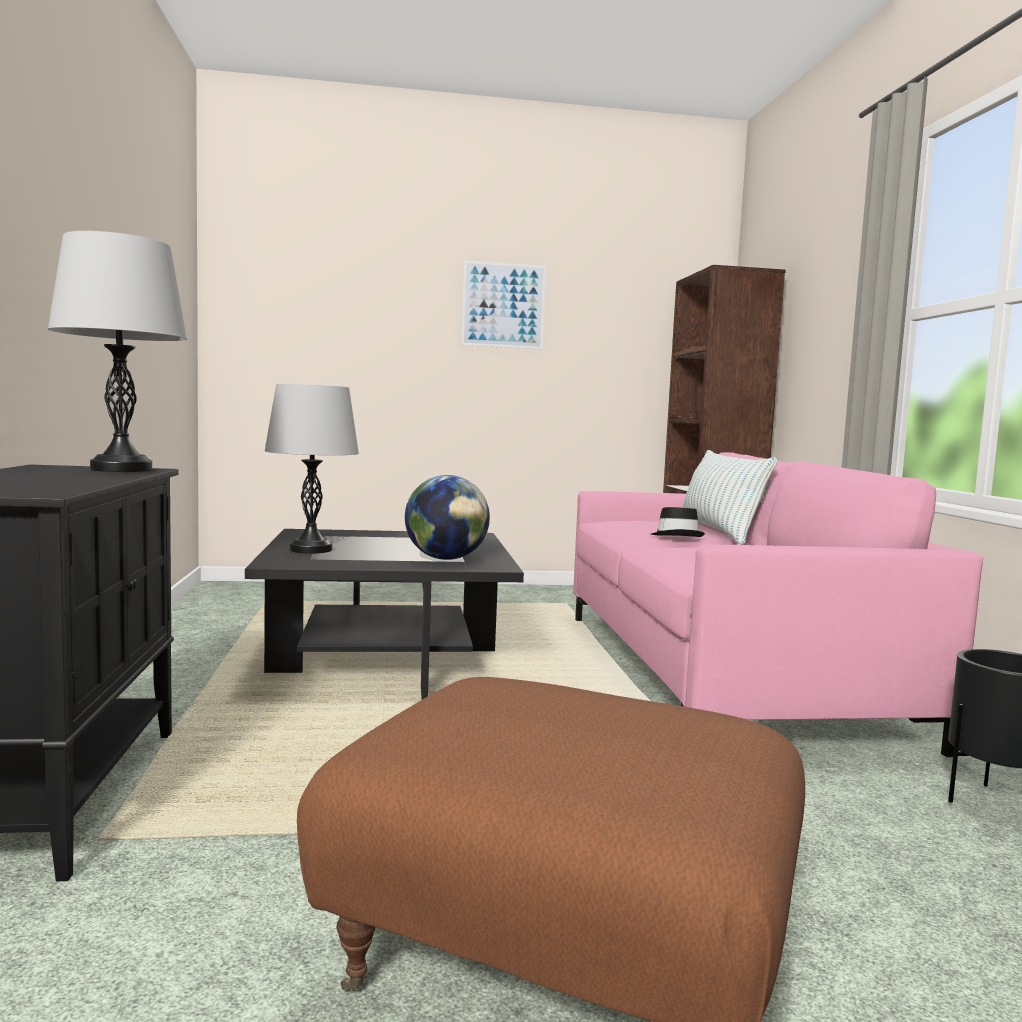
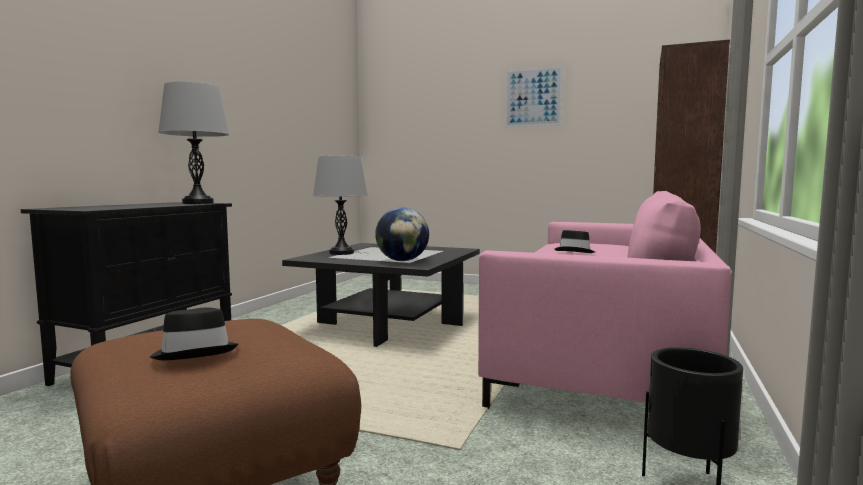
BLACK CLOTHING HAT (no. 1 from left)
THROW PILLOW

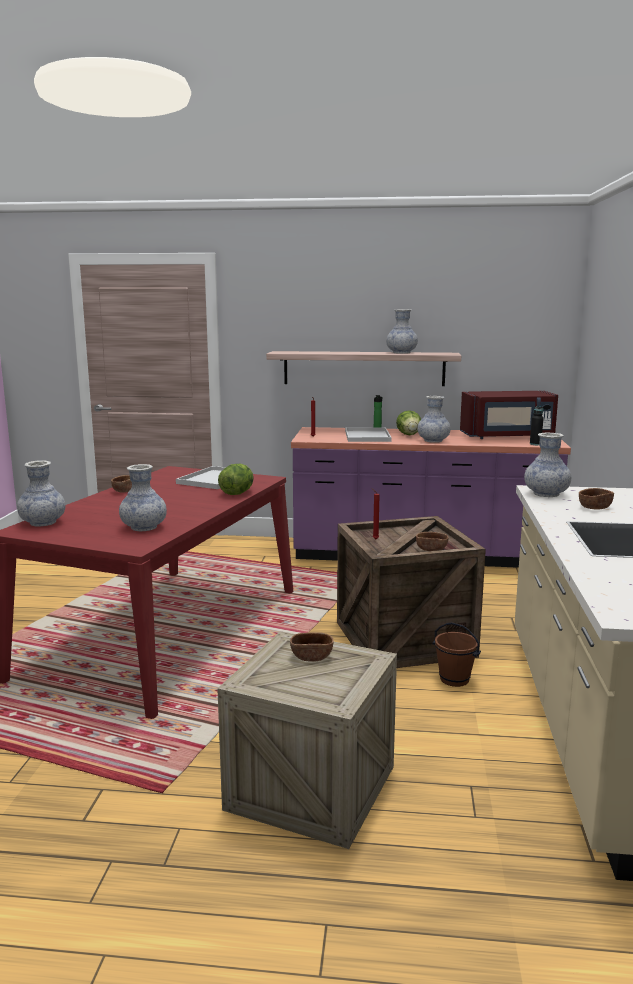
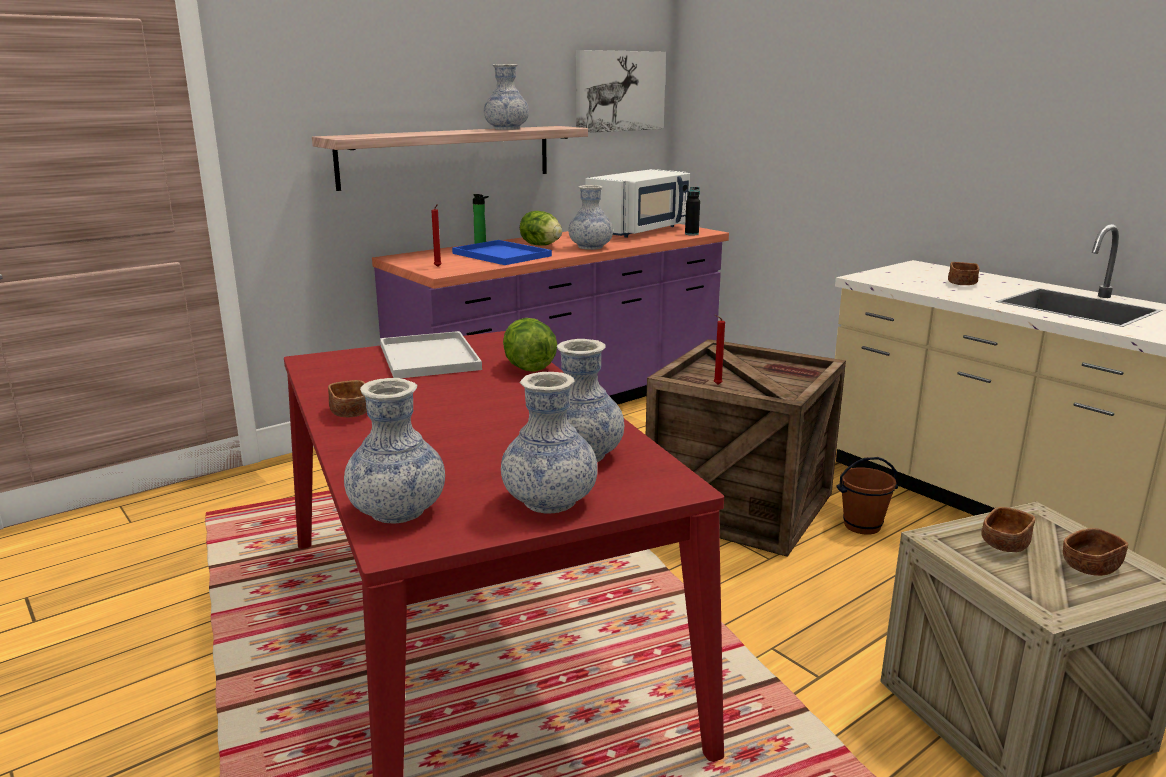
BLUE-COLOURED TRAY
FLOWER VASE (no. 3 from left)
WALL PICTURE
WHITE MICROWAVE
BROWNISH DEEP DISH (no. 4 from left)

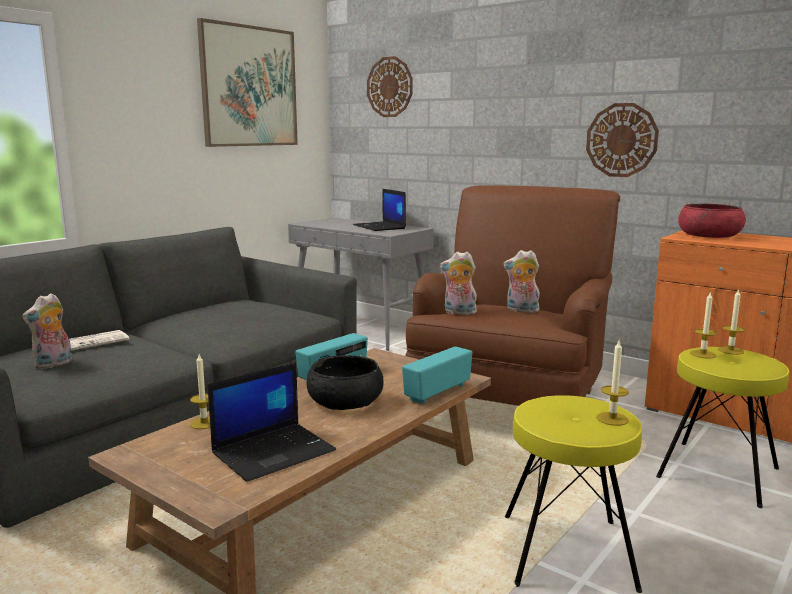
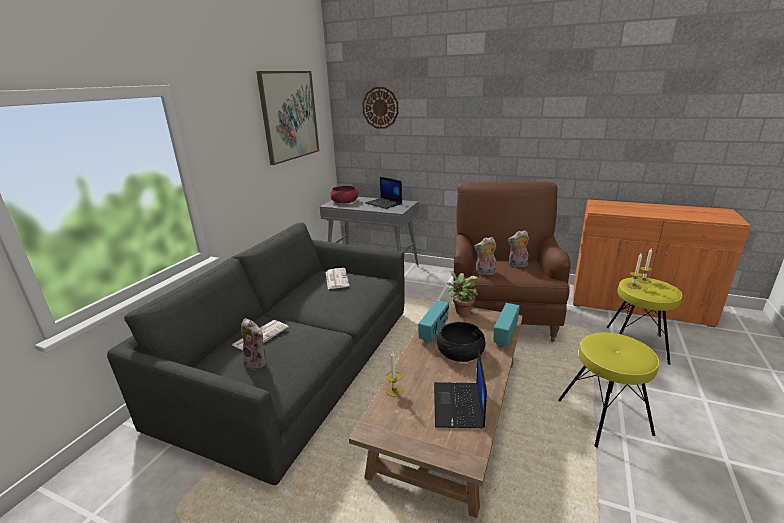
SOFT TOY (no. 1 from left)
NEWSPAPER (no. 2 from left)
REDDISH DEEP DISH
LAPTOP (no. 2 from left)
HOUSEPLANT
WALL CLOCK (no. 2 from left in the first image)
WAX CANDLE (no. 2 from left in the first image)

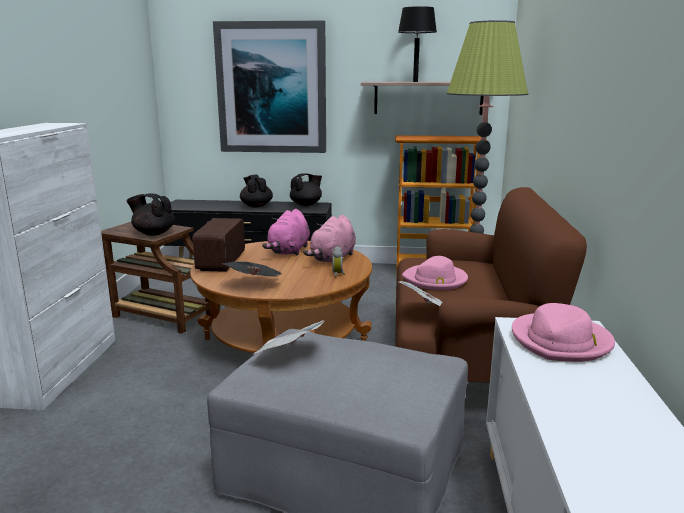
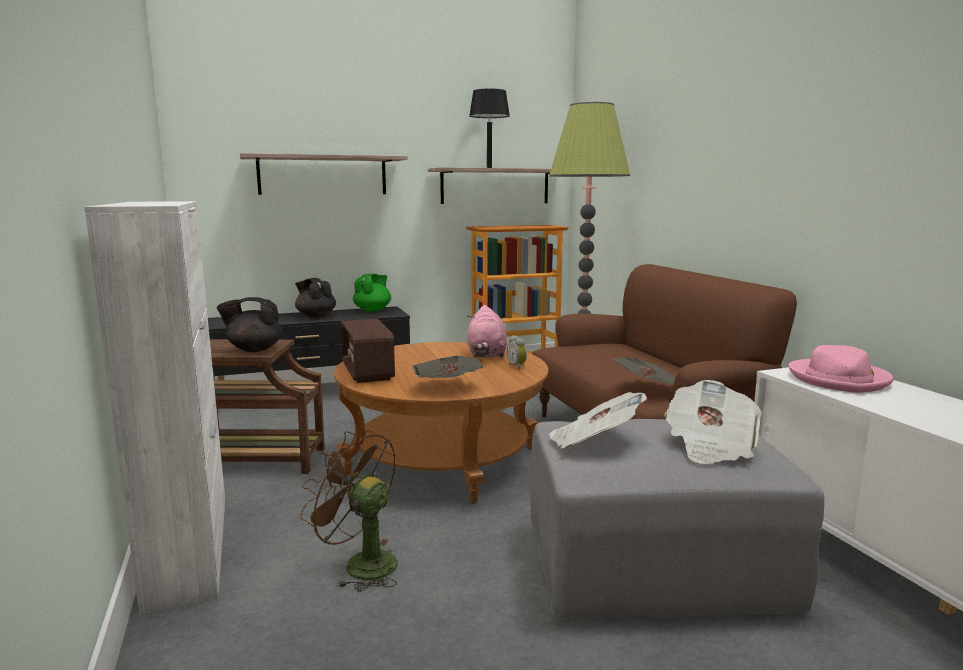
WALL SHELF (no. 1 from left)
BROWNISH COOLING FAN
GREENISH TEA POT
NEWSPAPER (no. 4 from left)
PINKISH SOFT TOY (no. 1 from left in the first image)
PINKISH CLOTHING HAT (no. 1 from left in the first image)

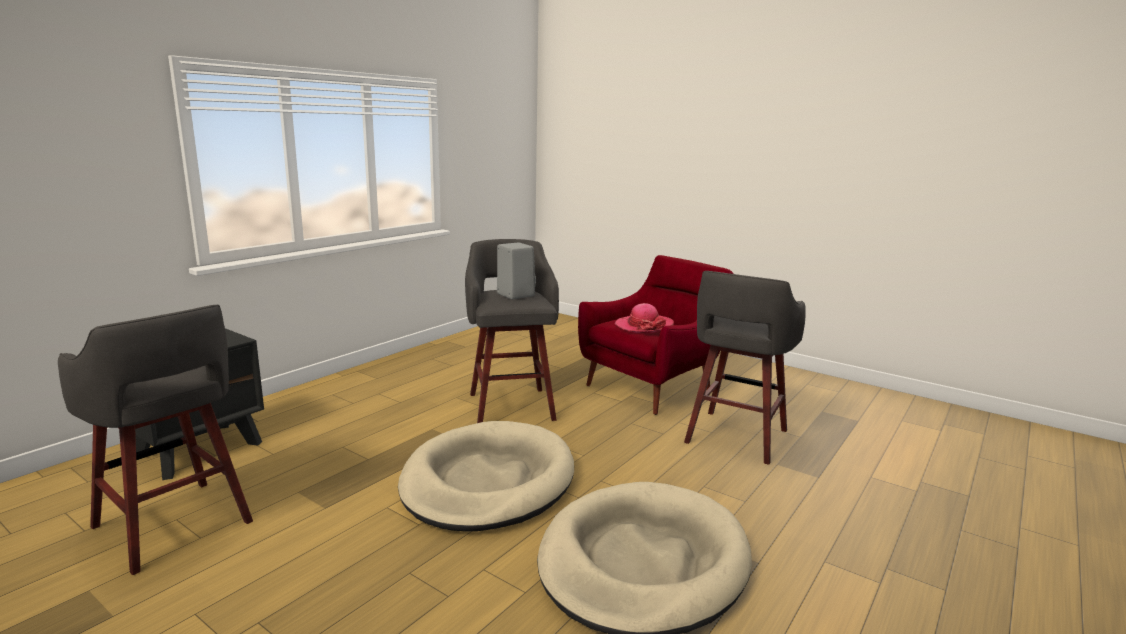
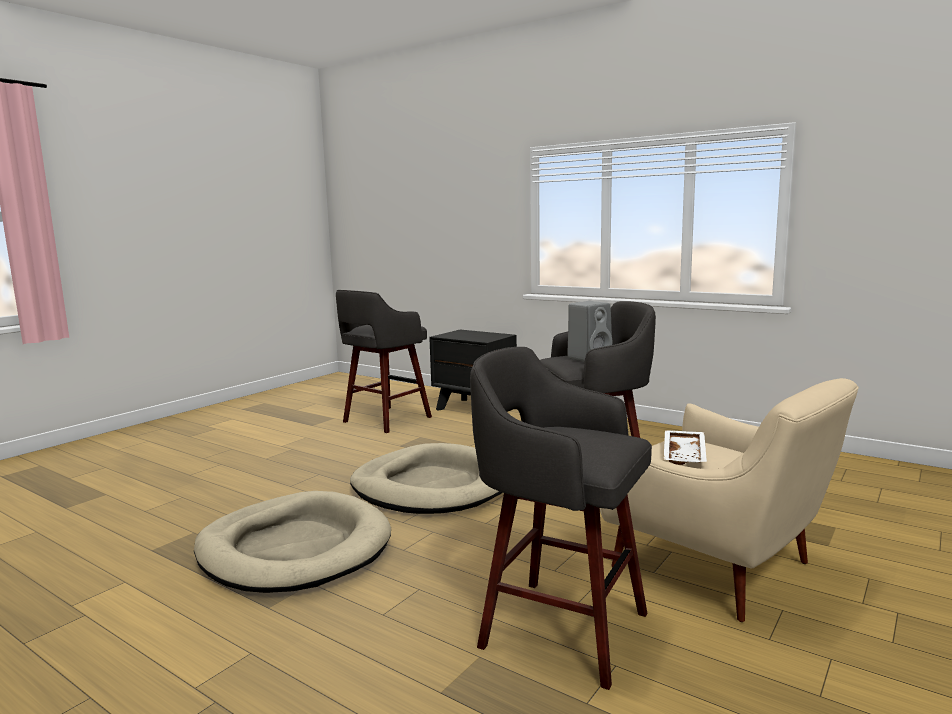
BEIGE LOUNGE CHAIR
WHITE TRAY

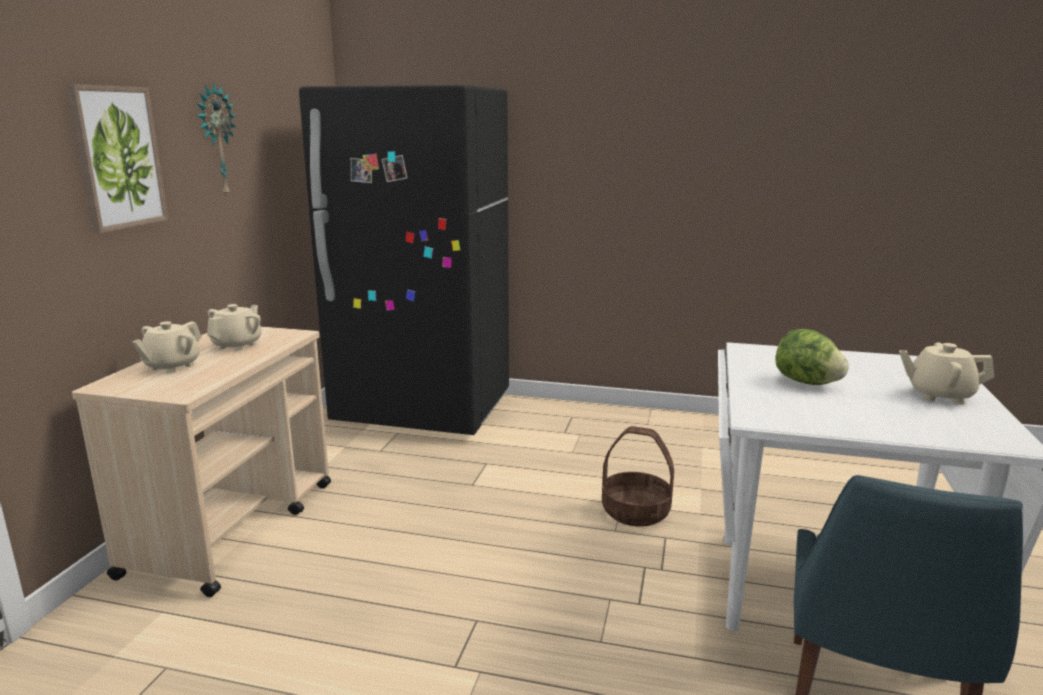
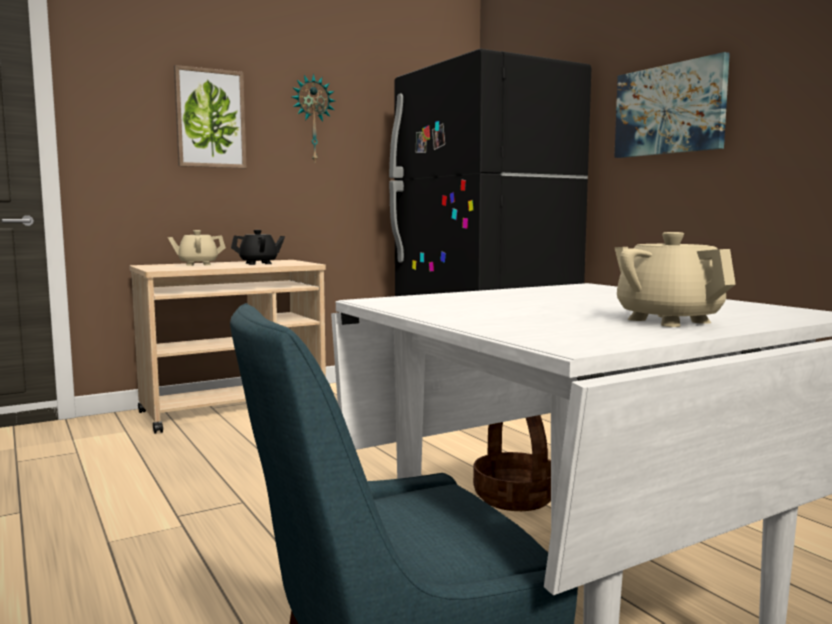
BLACK TEA POT
WALL PICTURE (no. 2 from left)
LETTUCE

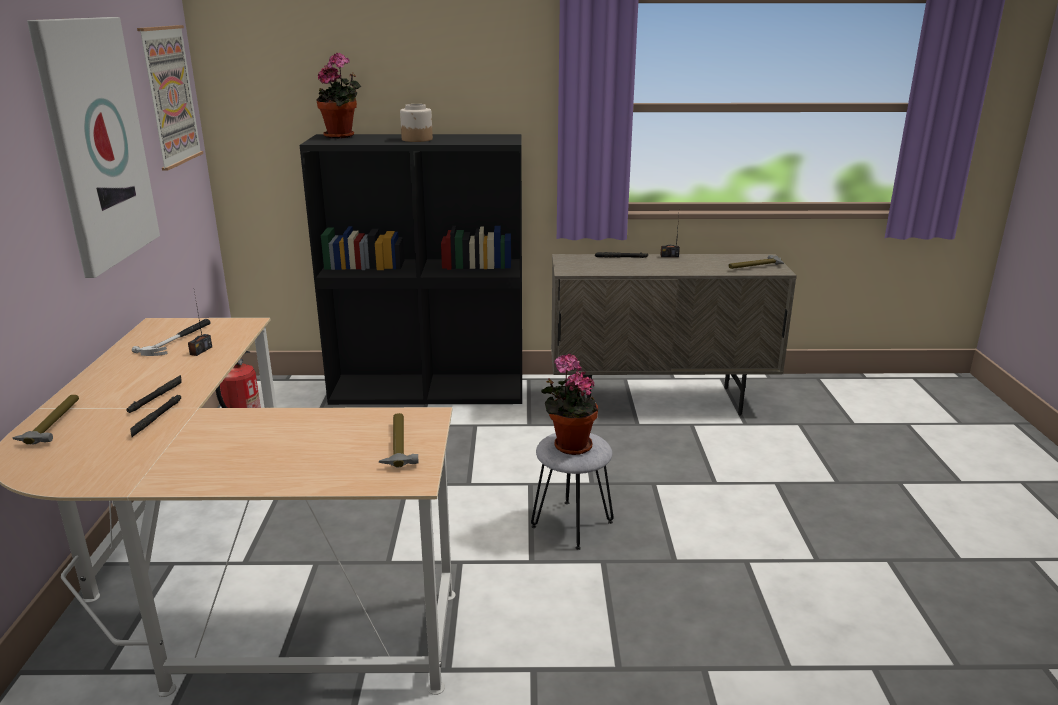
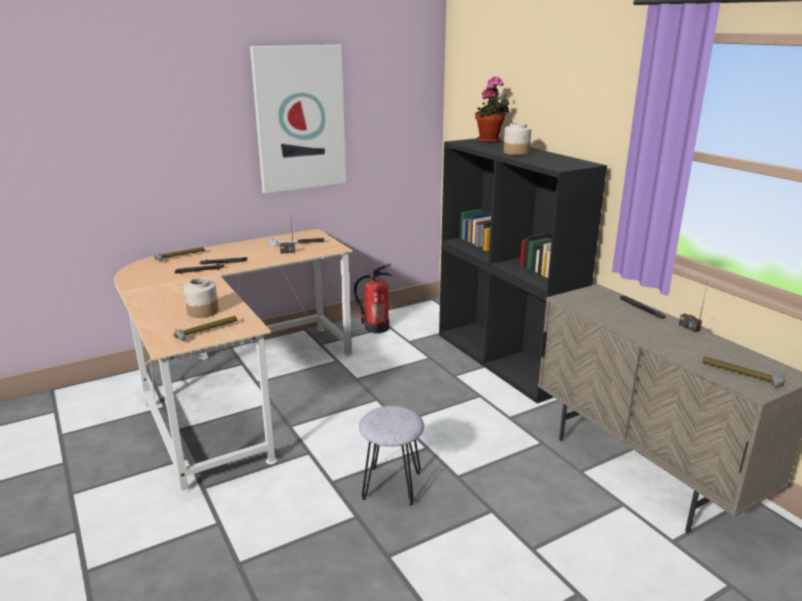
JAR (no. 1 from left)
WALL PICTURE (no. 2 from left in the first image)
HOUSEPLANT (no. 2 from left in the first image)

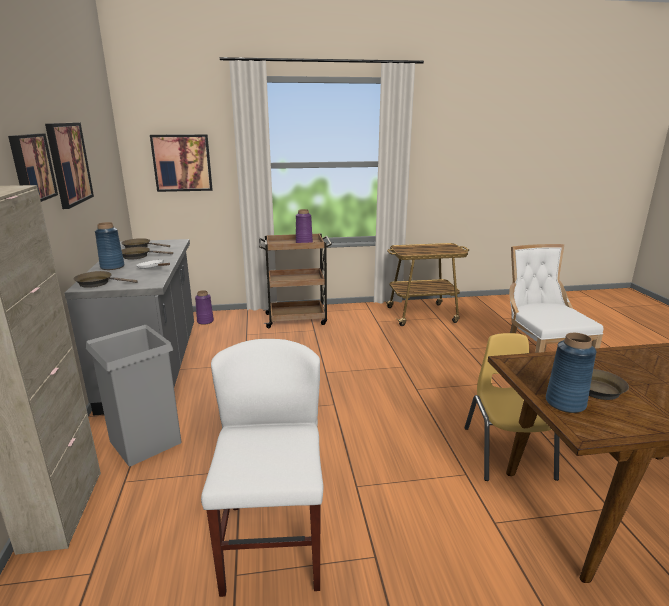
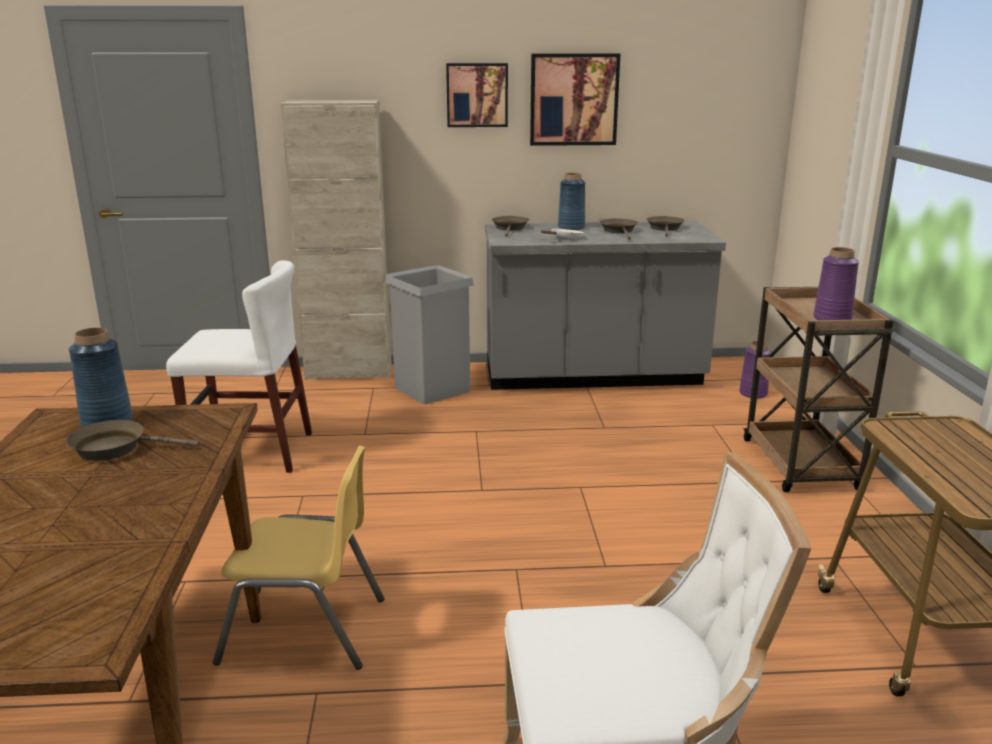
WALL PICTURE (no. 3 from left in the first image)

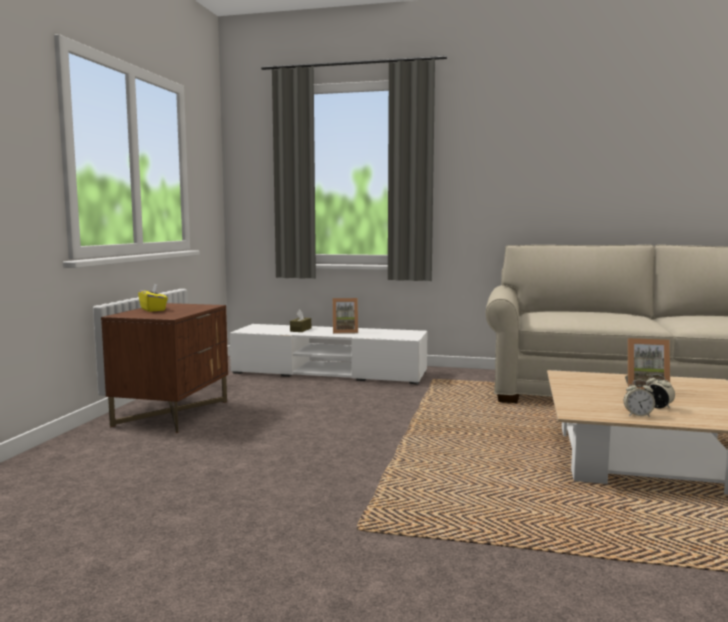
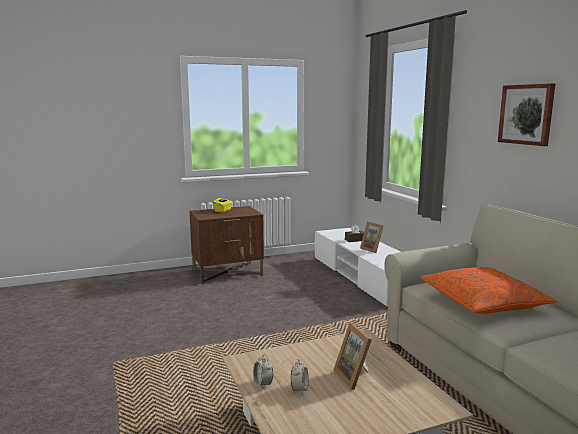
ORANGE THROW PILLOW
WALL PICTURE

